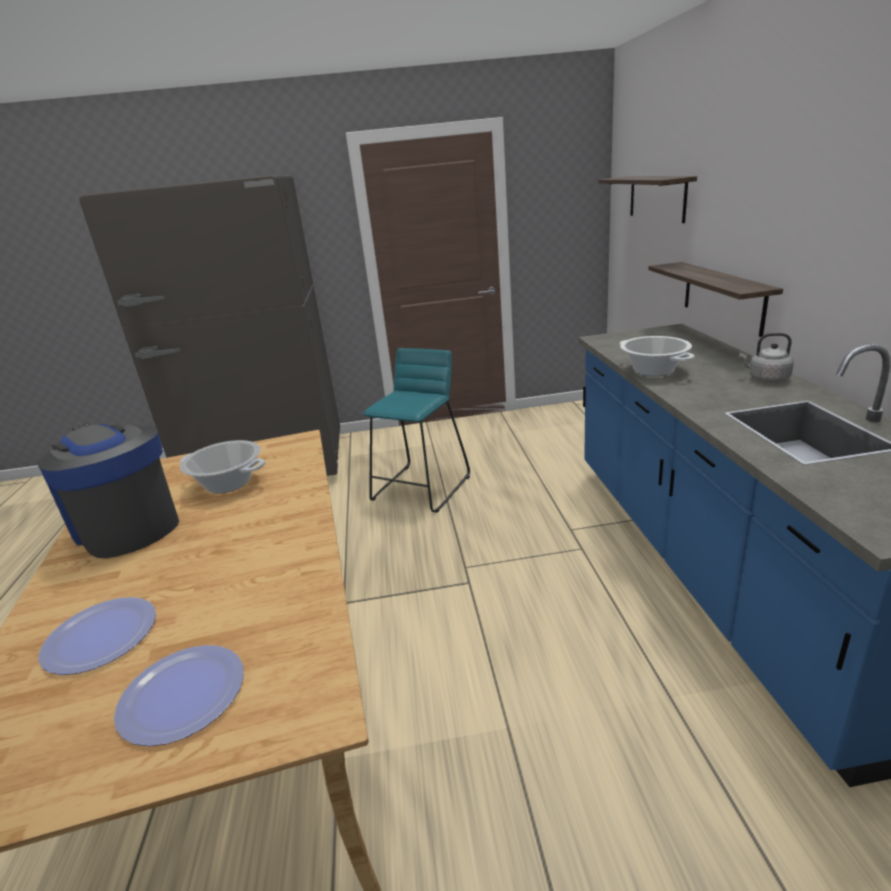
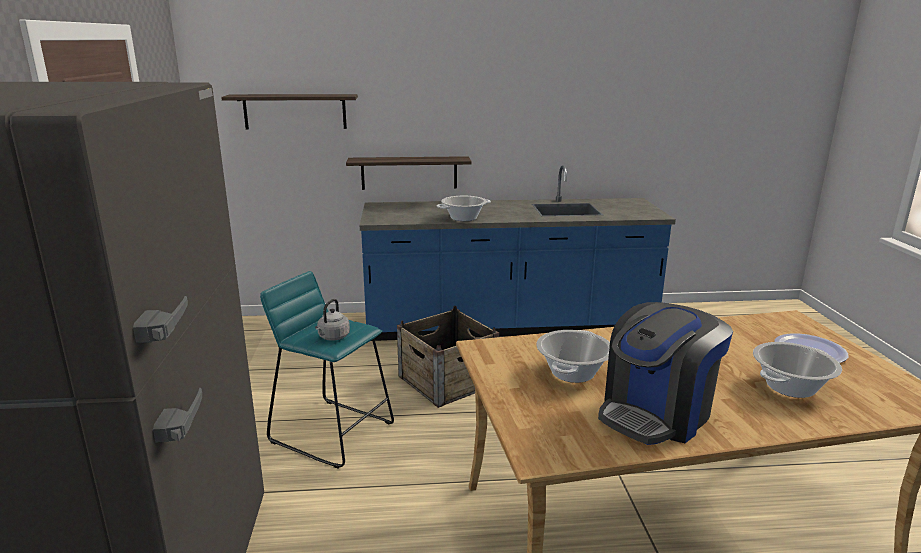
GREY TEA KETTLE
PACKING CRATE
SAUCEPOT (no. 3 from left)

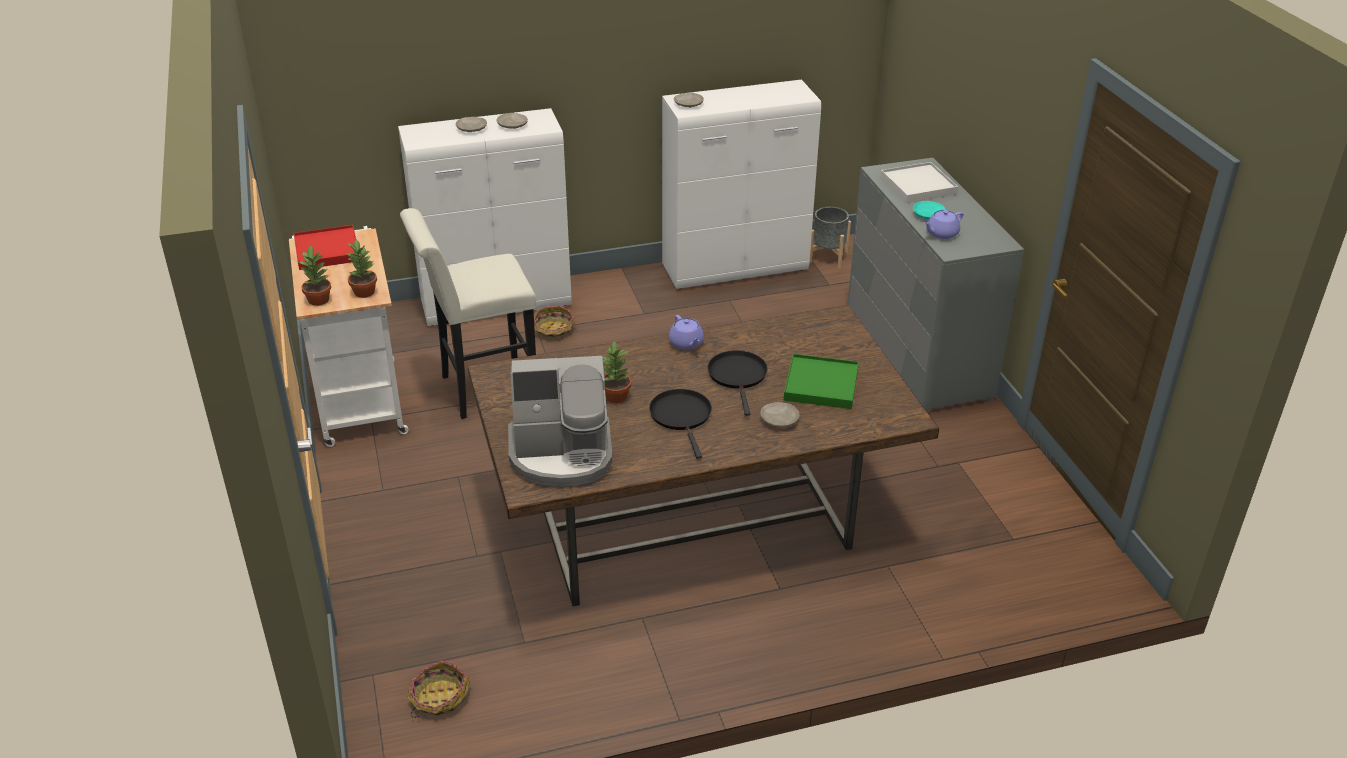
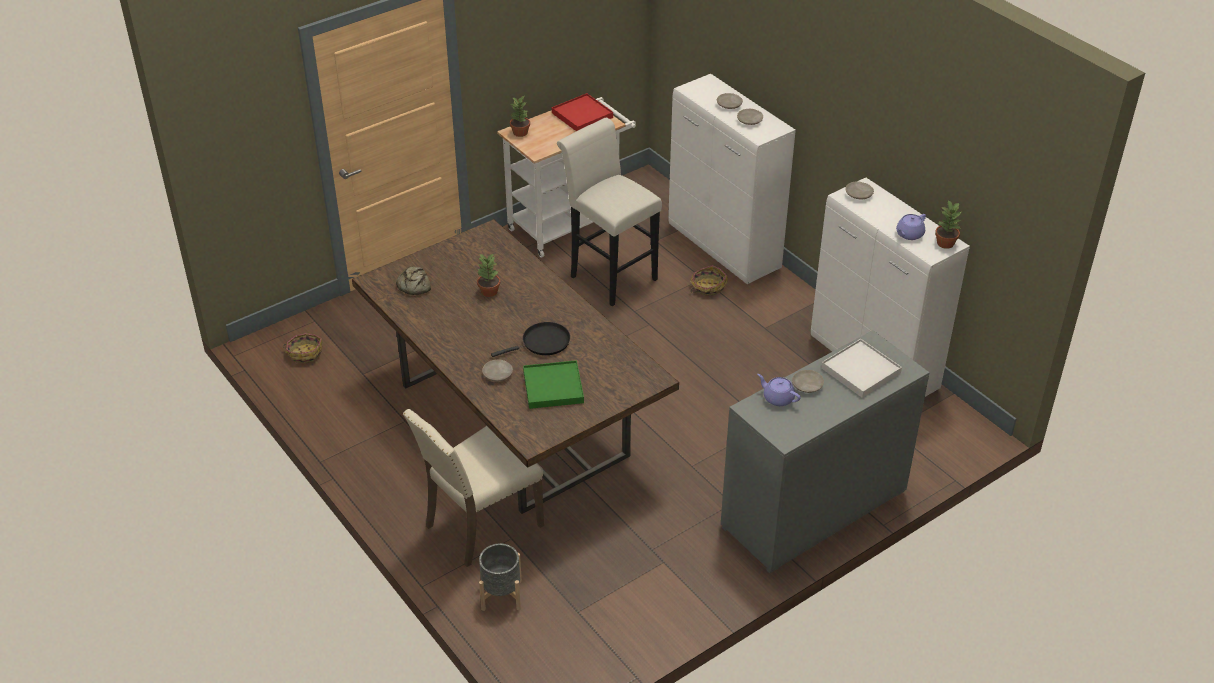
BAKED BREAD
BEIGE UPRIGHT CHAIR
GREY PLANTER
BEIGE DINNER PLATE (no. 4 from left)
PURPLE TEA POT (no. 2 from left)
HOUSEPLANT (no. 3 from left)
BLACK FRYING PAN (no. 1 from left in the first image)

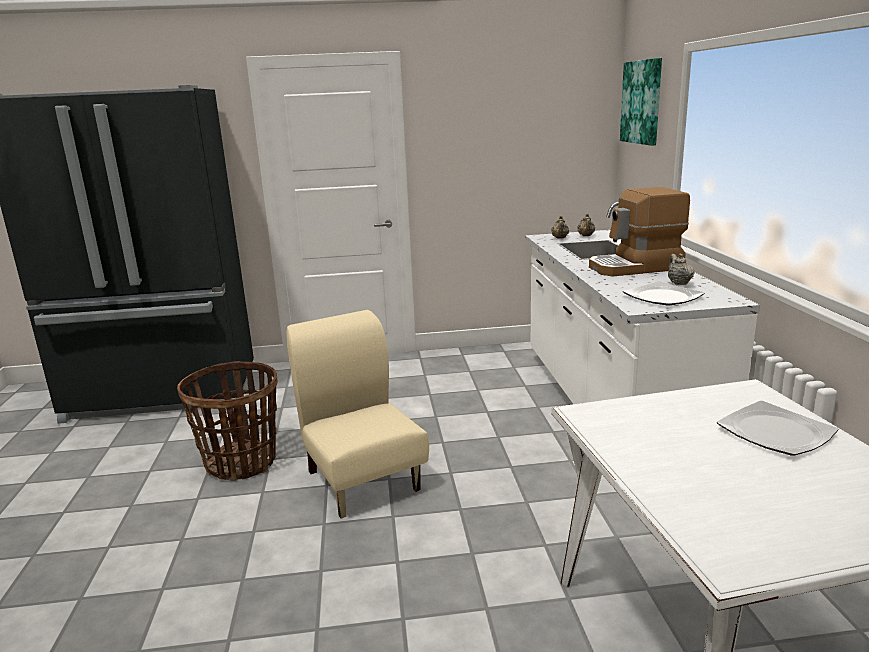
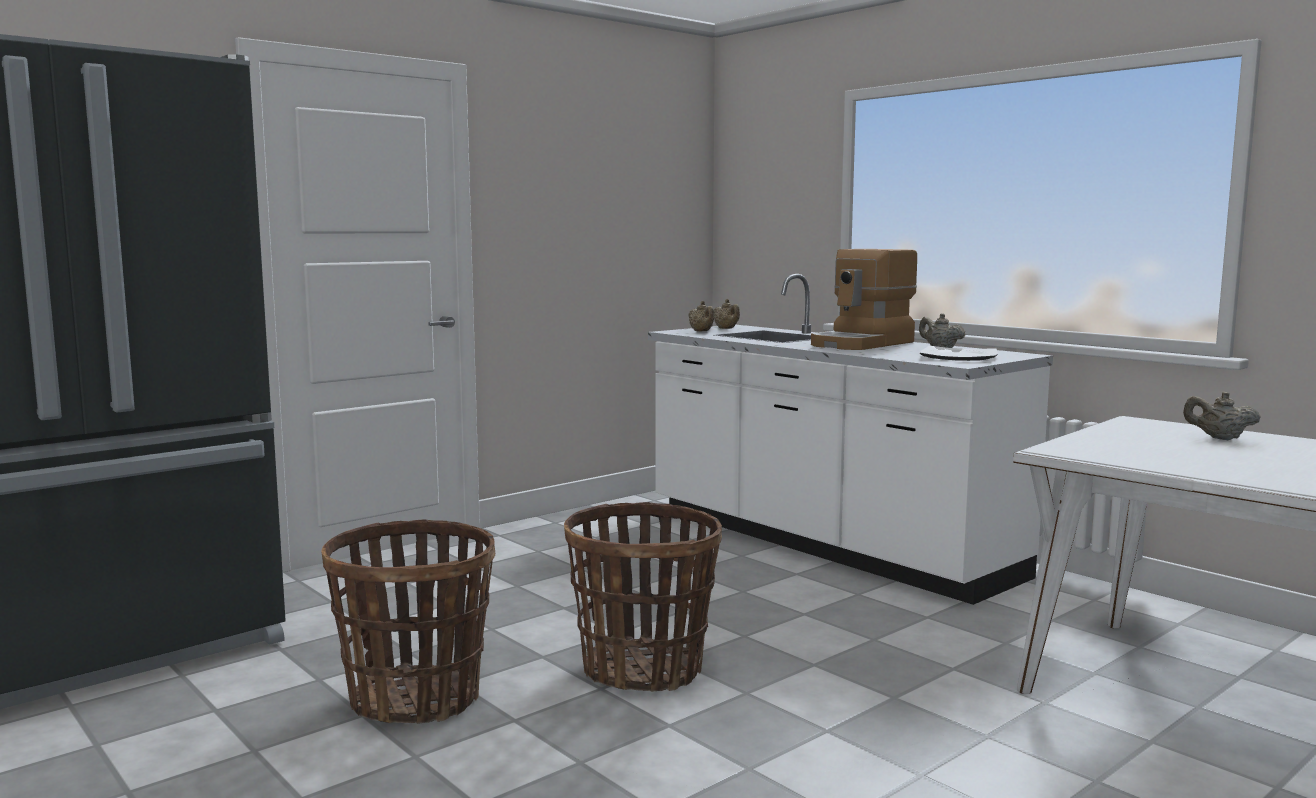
HOUSEHOLD BASKET (no. 2 from left)
BEIGE TEA POT (no. 4 from left)
WALL PICTURE

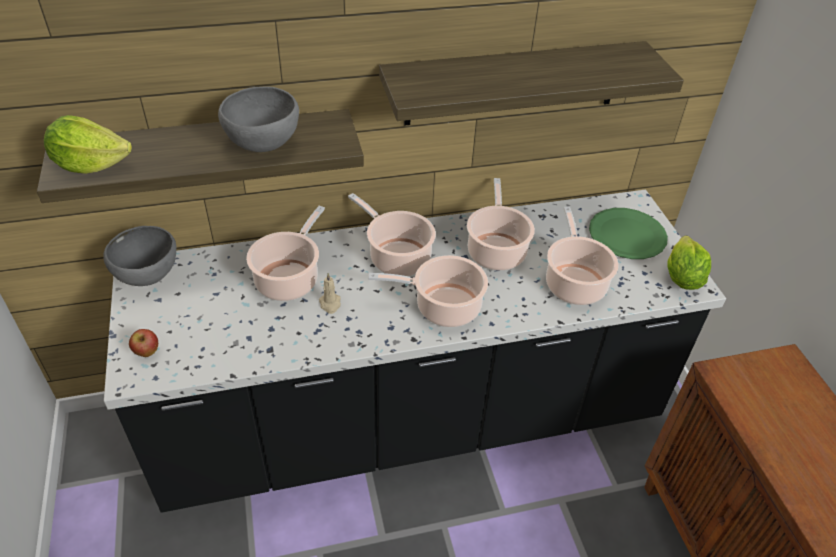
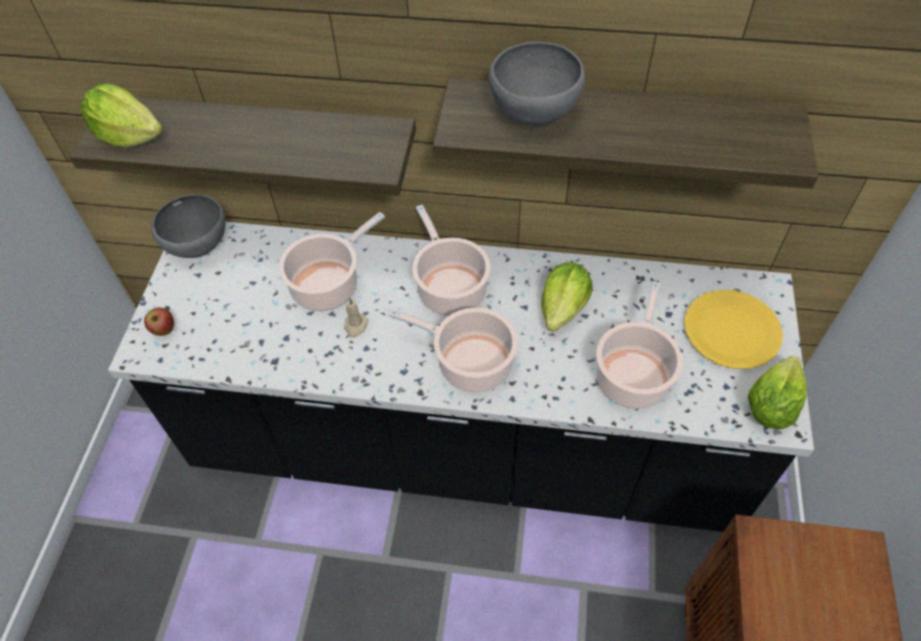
GREY DEEP DISH (no. 2 from left)
LETTUCE (no. 2 from left)
YELLOWISH DINNER PLATE

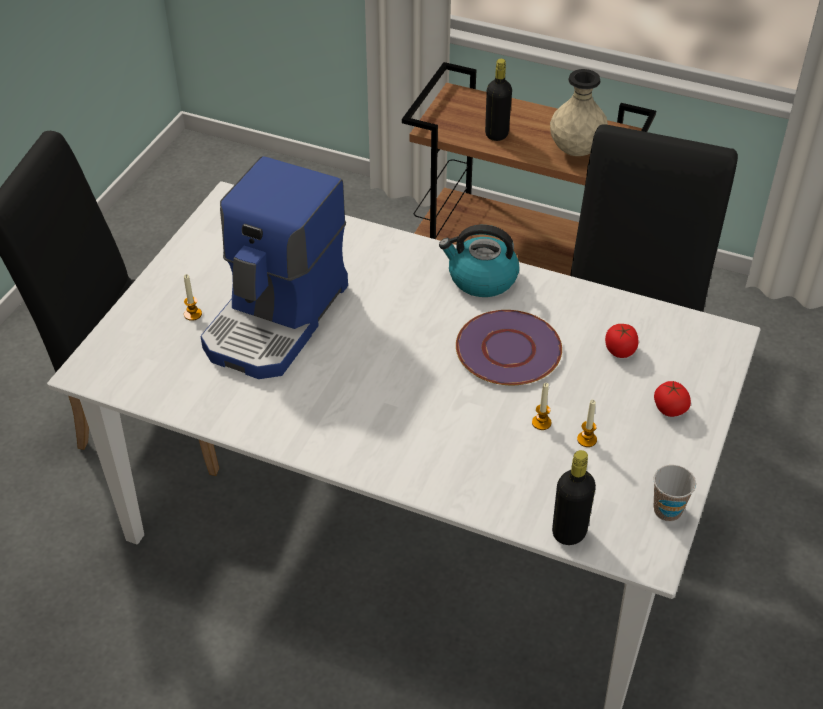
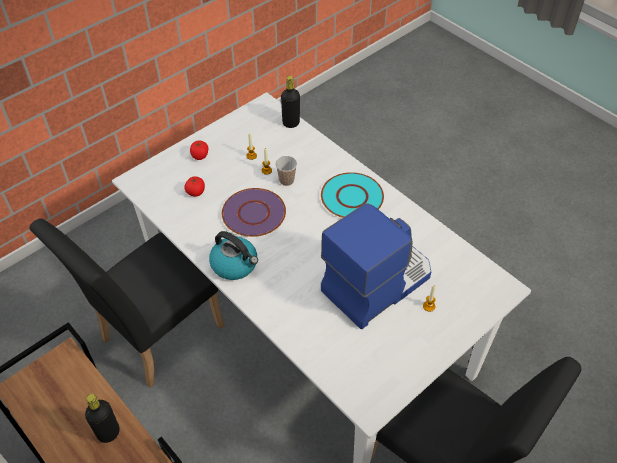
DRINKING CUP
TURQUOISE DINNER PLATE
BEIGE FLOWER VASE

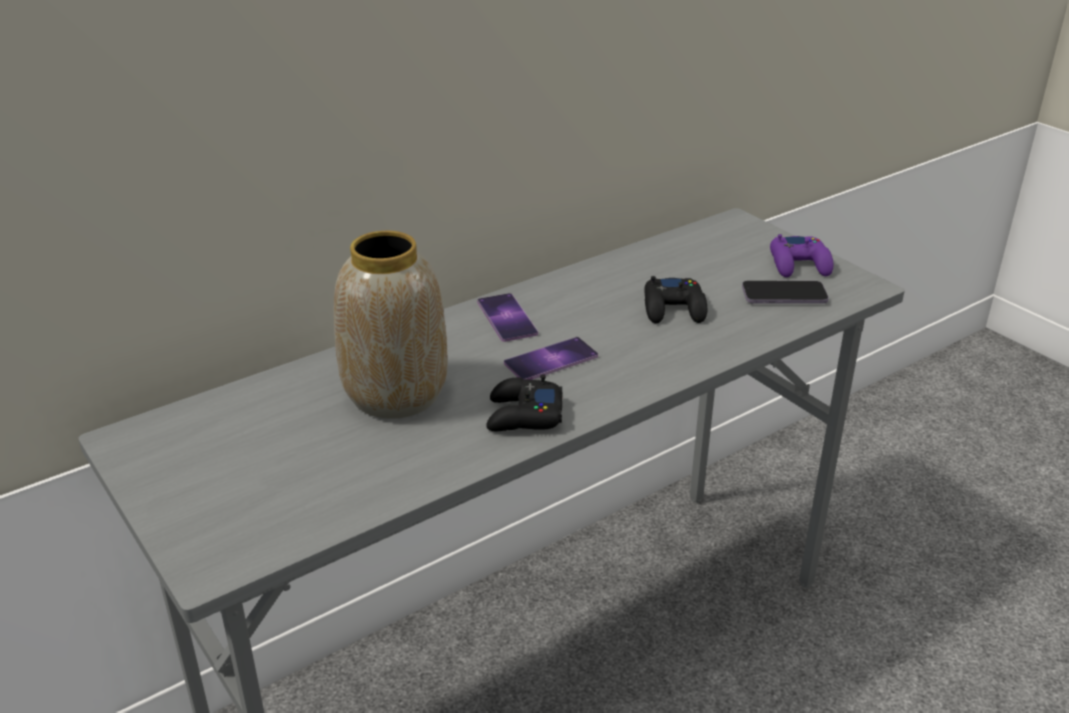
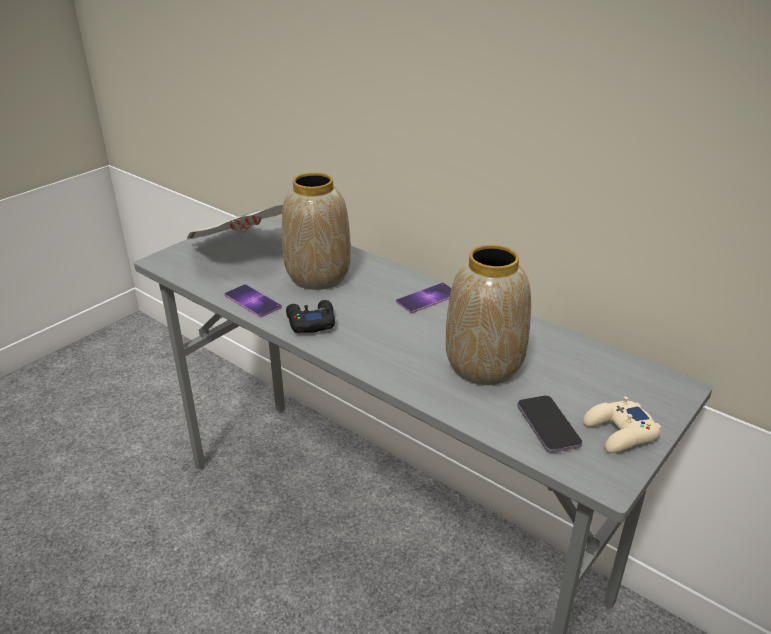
NEWSPAPER
HANDSET (no. 1 from left)
FLOWER VASE (no. 2 from left)
BEIGE JOYPAD

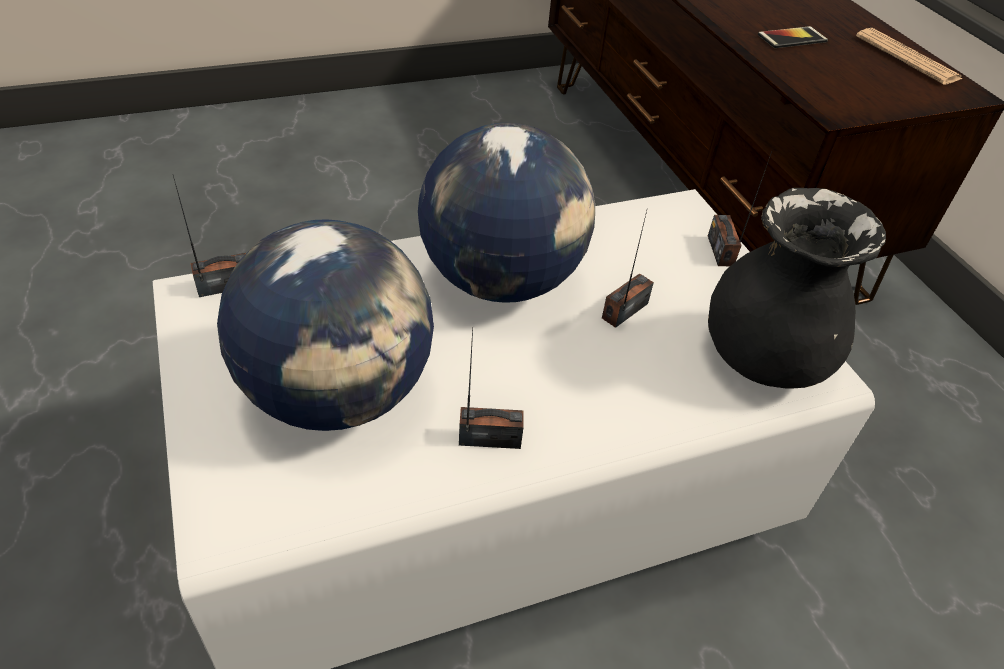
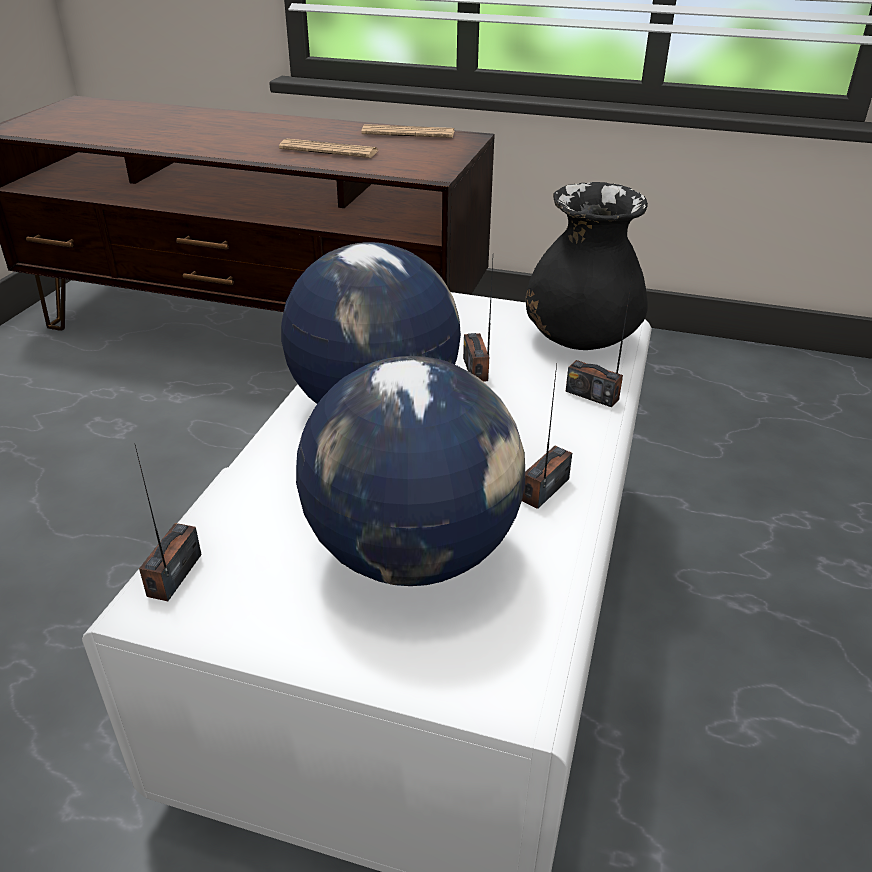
NEWSPAPER (no. 1 from left)
RADIO SET (no. 4 from left)

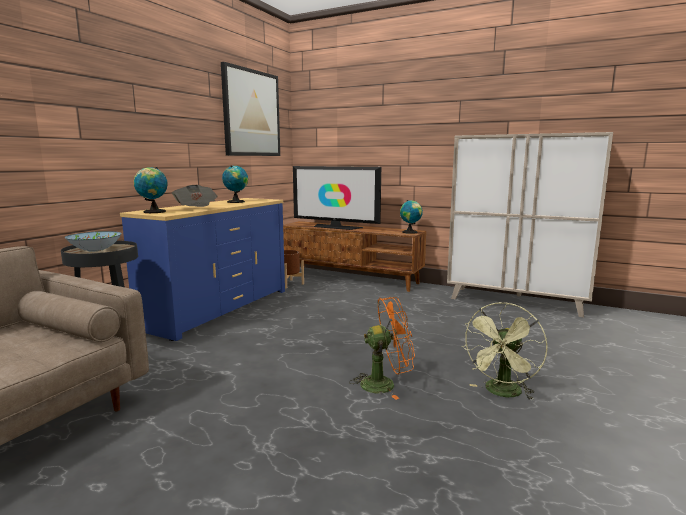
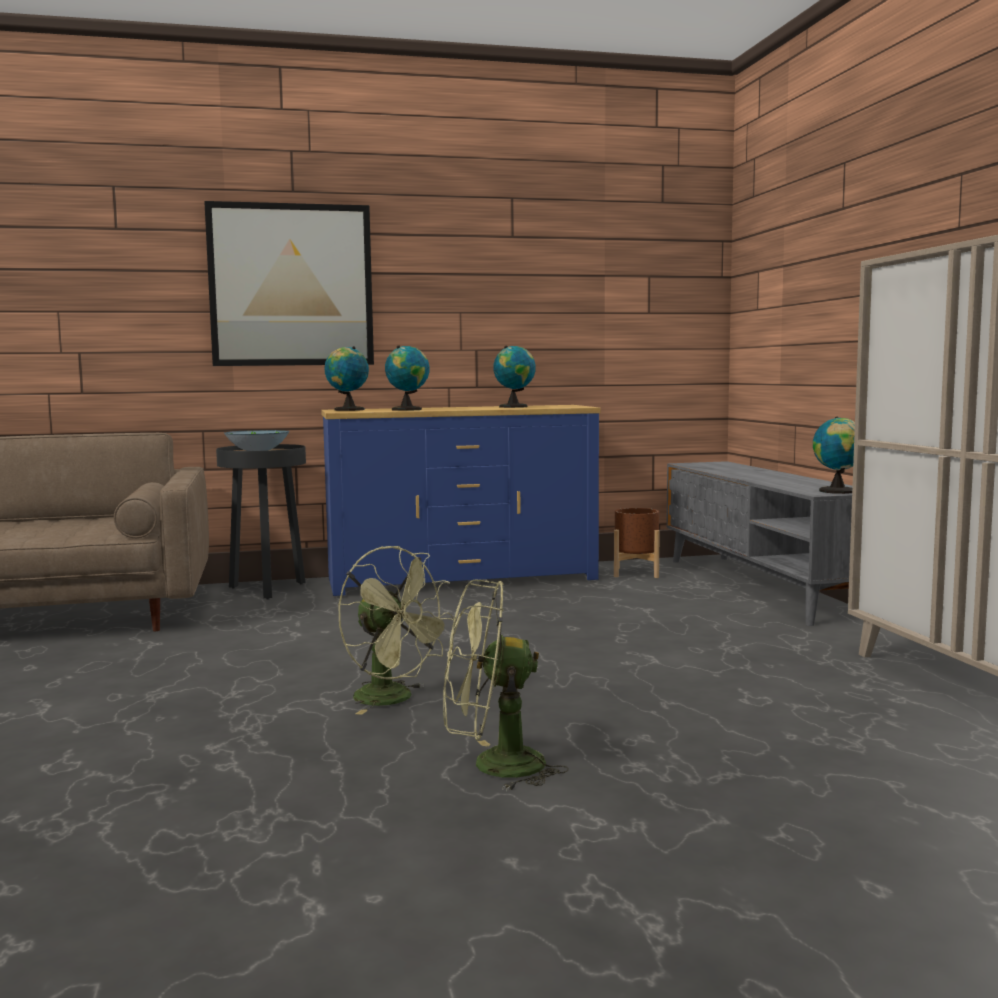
WALL PICTURE
GREENISH COOLING FAN (no. 1 from left)
DESK GLOBE (no. 2 from left)
GREY MEDIA CONSOLE
TV SET

